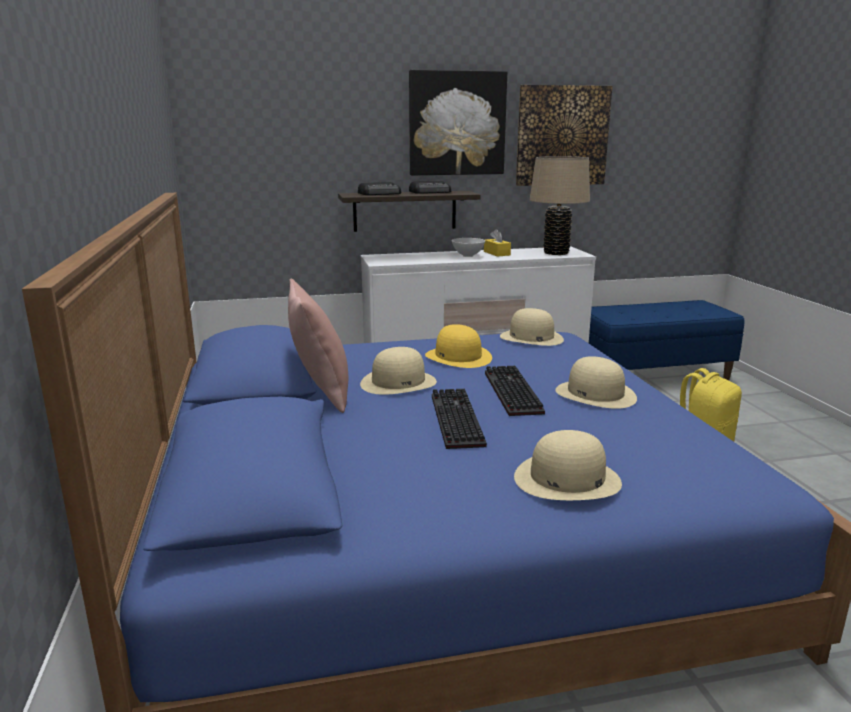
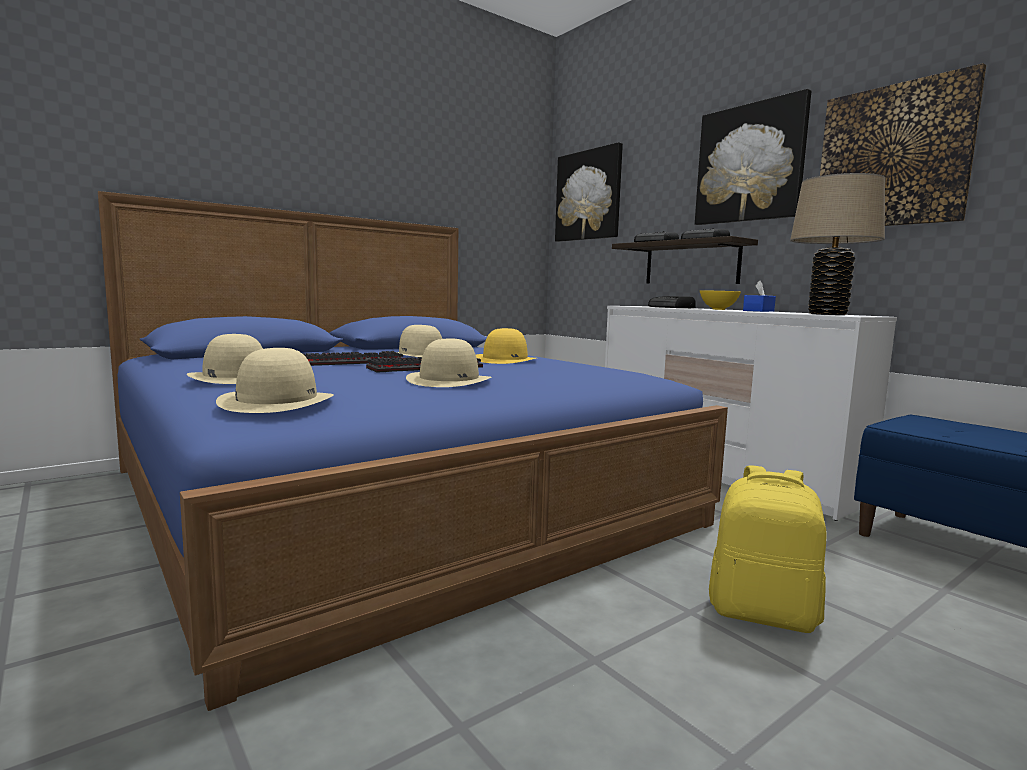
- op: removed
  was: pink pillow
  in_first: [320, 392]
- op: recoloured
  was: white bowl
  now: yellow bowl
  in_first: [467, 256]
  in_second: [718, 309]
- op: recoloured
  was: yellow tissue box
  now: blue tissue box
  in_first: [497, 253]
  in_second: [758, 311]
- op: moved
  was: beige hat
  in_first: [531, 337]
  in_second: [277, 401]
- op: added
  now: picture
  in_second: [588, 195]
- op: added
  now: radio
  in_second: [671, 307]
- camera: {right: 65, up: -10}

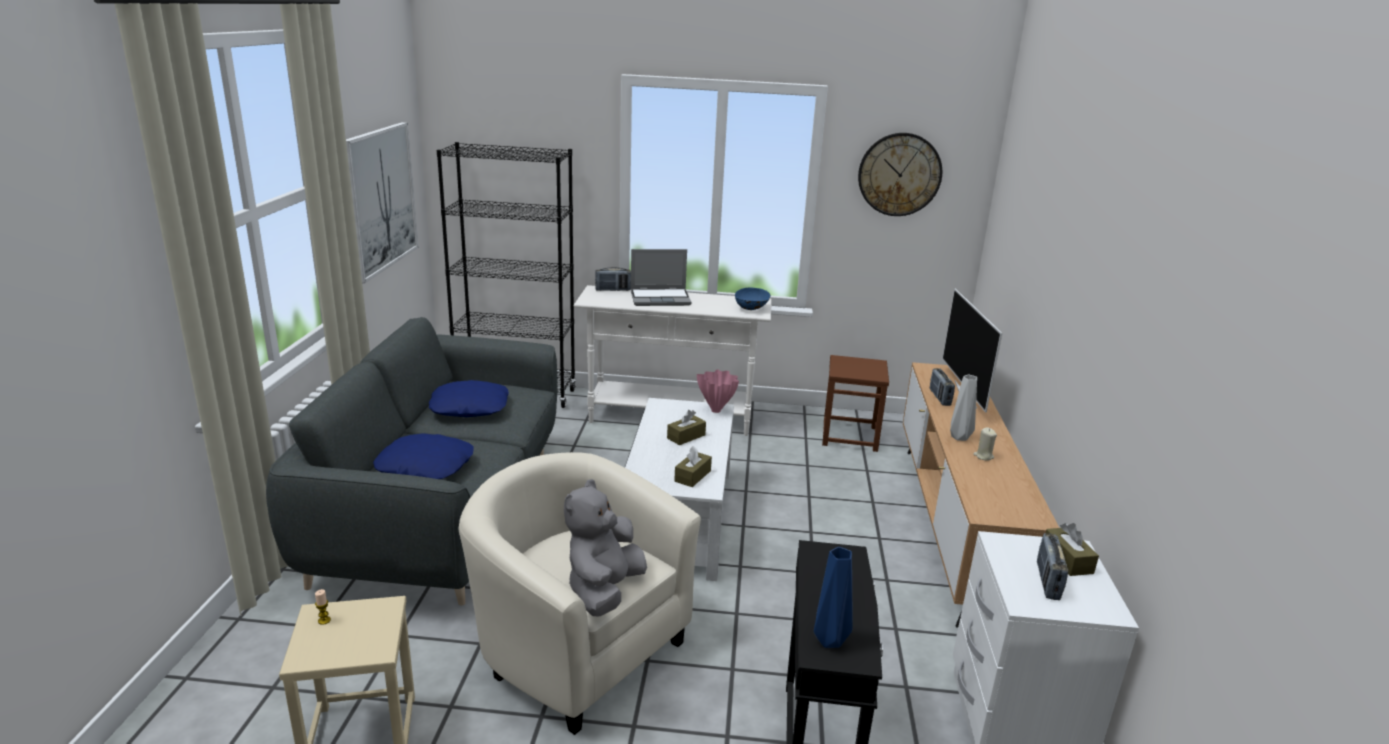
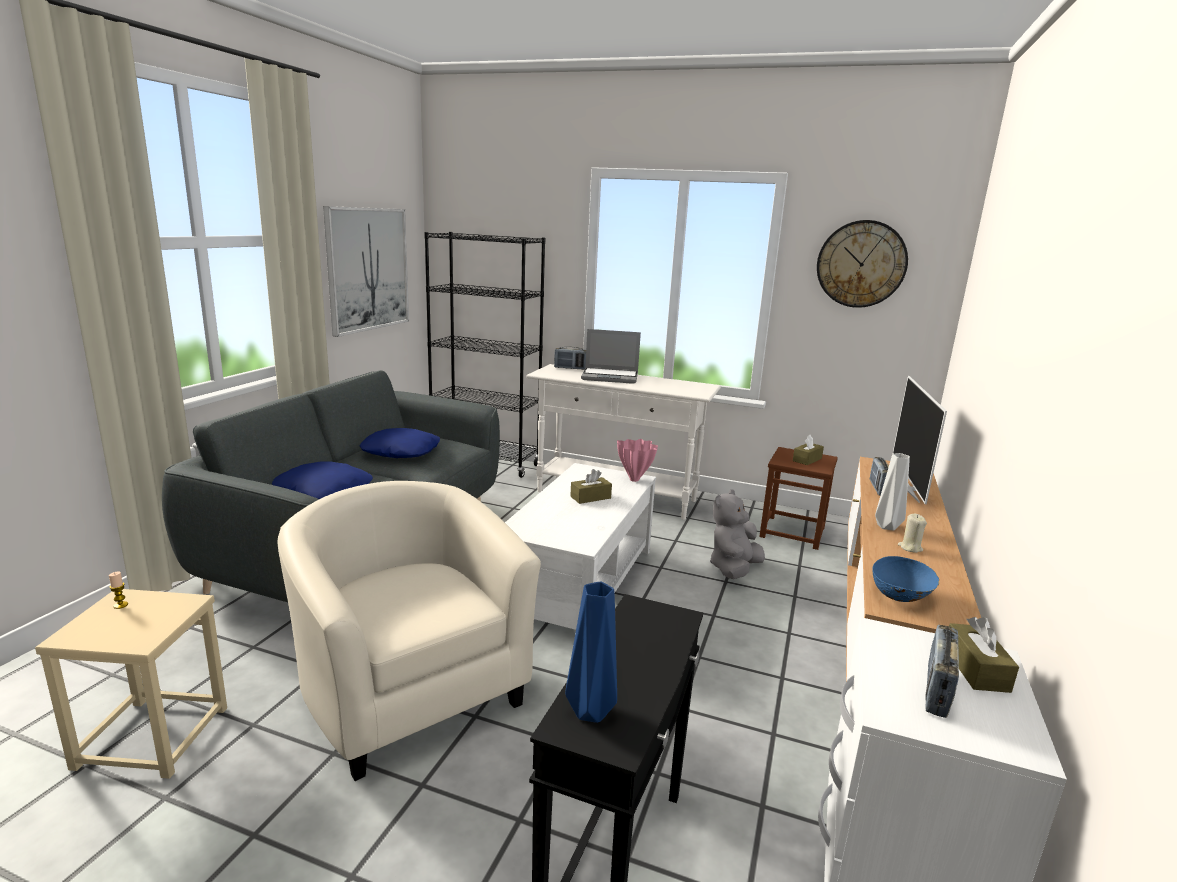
- op: moved
  was: grey plush toy
  in_first: [604, 591]
  in_second: [733, 569]
- op: moved
  was: brown tissue box
  in_first: [692, 476]
  in_second: [807, 459]
- op: moved
  was: blue bowl
  in_first: [751, 308]
  in_second: [900, 596]
- camera: {right: 15, up: -5}

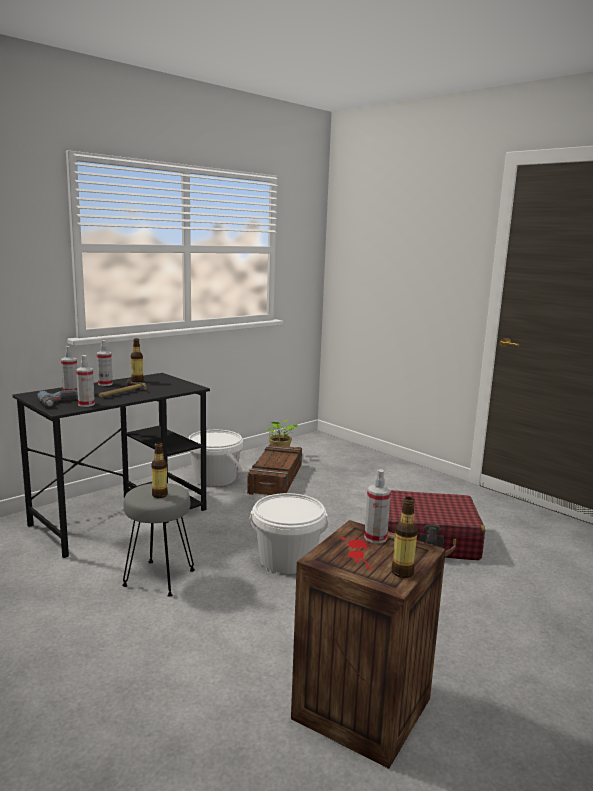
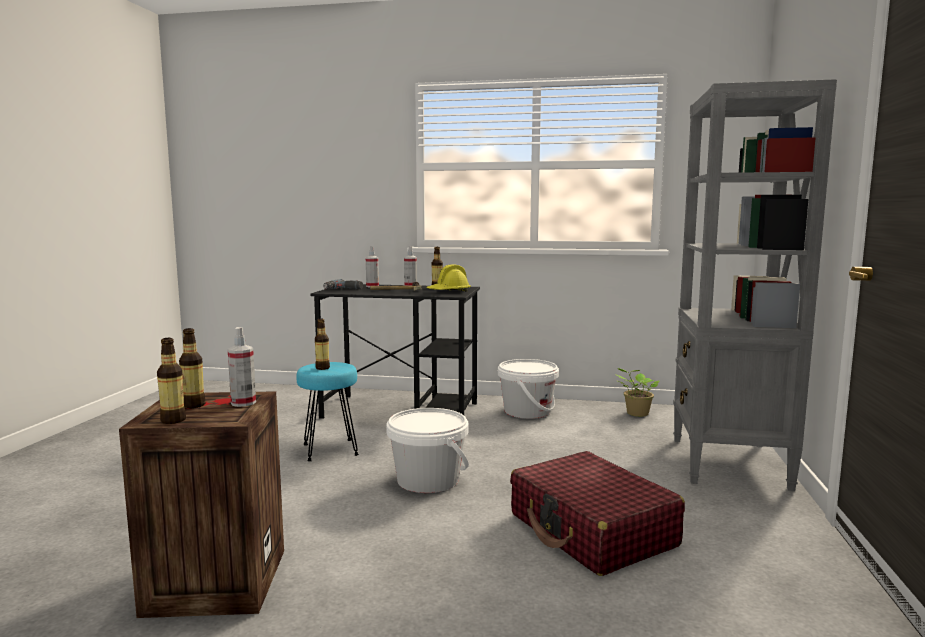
- op: removed
  was: spray bottle
  in_first: [86, 404]
- op: recoloured
  was: grey stool
  now: turquoise stool
  in_first: [158, 578]
  in_second: [329, 450]
- op: removed
  was: crate
  in_first: [276, 479]
- op: added
  now: bottle
  in_second: [194, 405]
- op: added
  now: yellow hard hat
  in_second: [448, 292]
- op: added
  now: grey bookcase
  in_second: [728, 463]
- camera: {right: 55, up: -5}

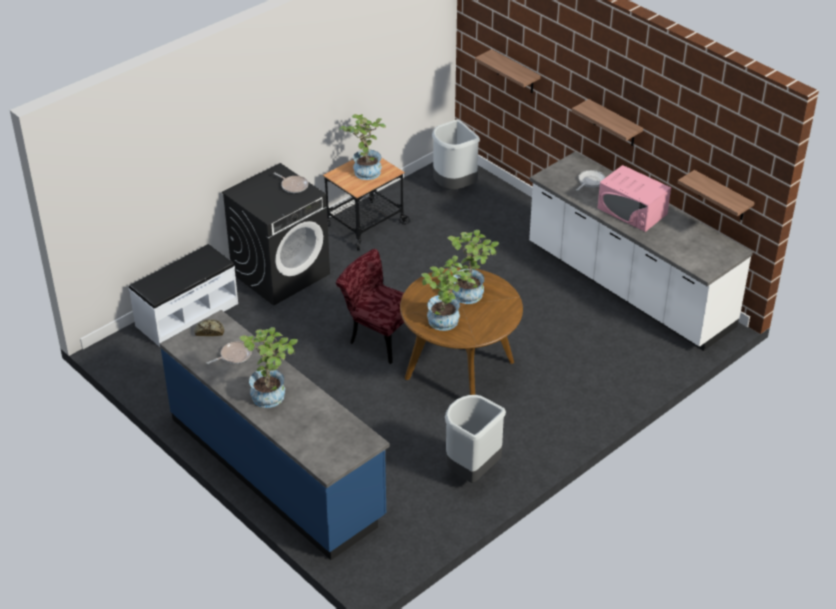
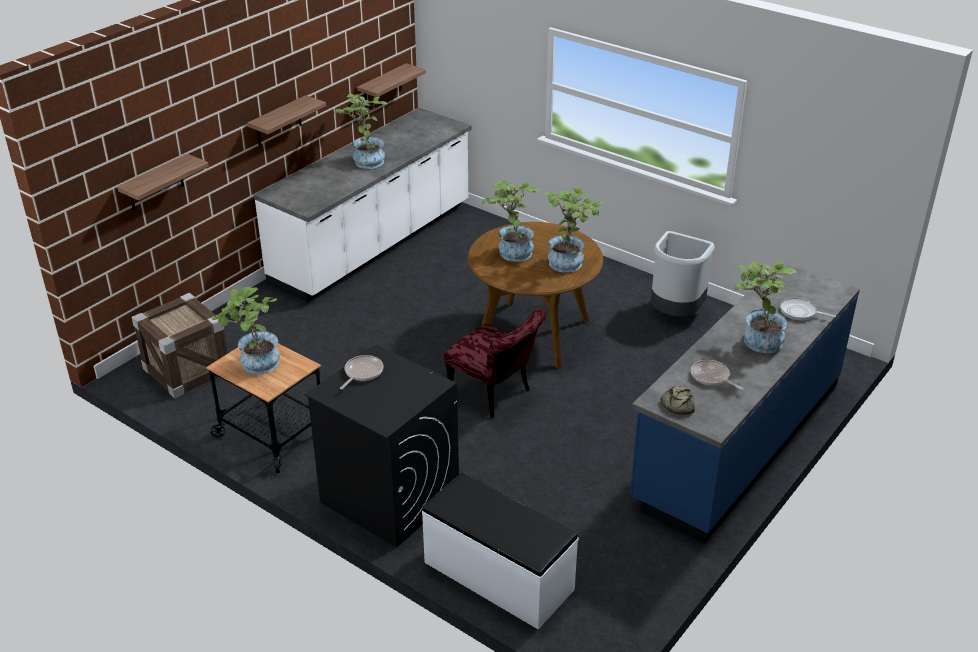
- op: turned
  was: red chair
  in_first: [378, 336]
  in_second: [495, 395]
  clockwise: -75
- op: replaced
  was: grey trash can
  now: crate
  in_first: [453, 187]
  in_second: [187, 370]
- op: moved
  was: frying pan
  in_first: [590, 181]
  in_second: [800, 312]
- op: replaced
  was: pink microwave
  now: potted plant
  in_first: [632, 211]
  in_second: [365, 160]
- camera: {right: -100, up: -5}

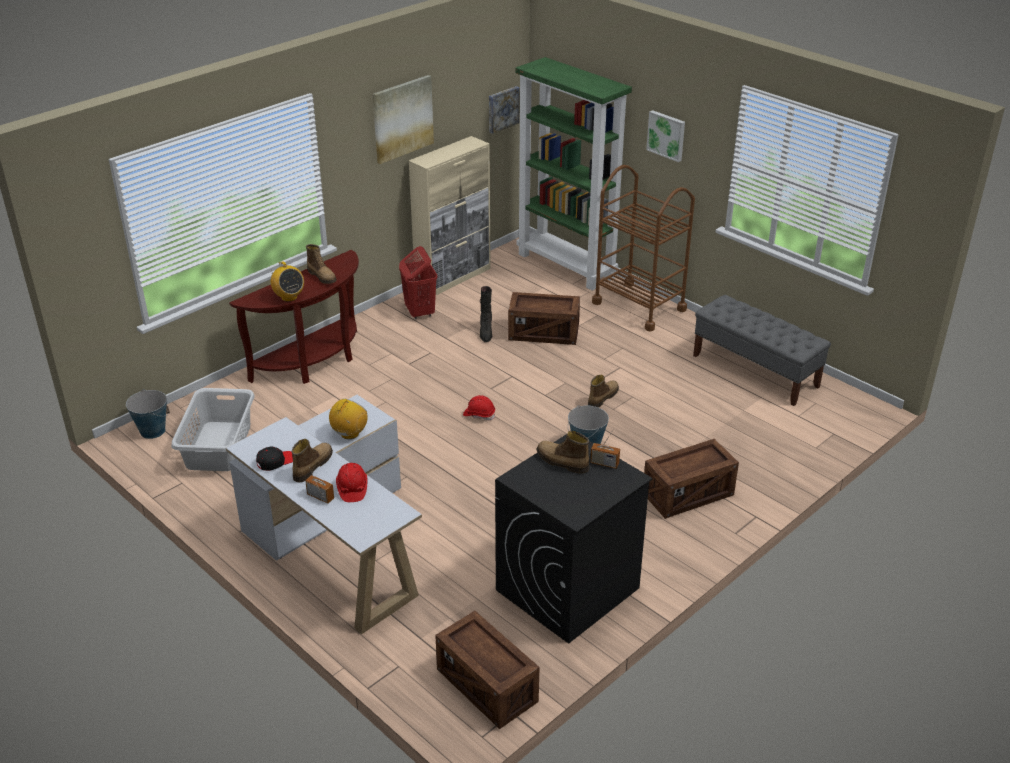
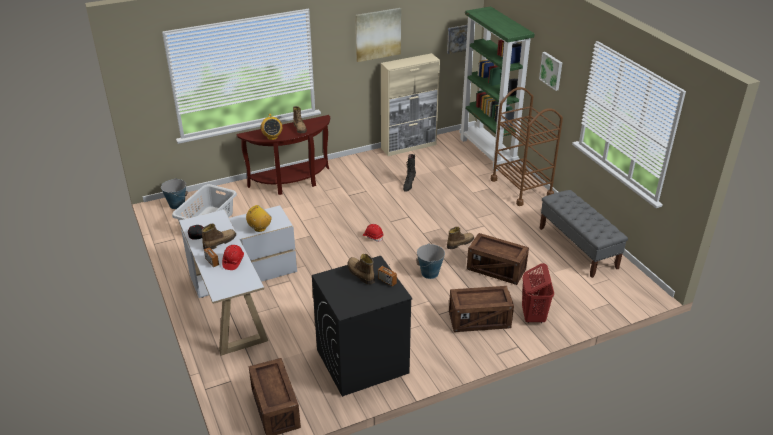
- op: moved
  was: red laundry basket
  in_first: [419, 312]
  in_second: [533, 316]
- op: moved
  was: crate
  in_first: [543, 333]
  in_second: [496, 269]
- camera: {right: 20, up: 0}

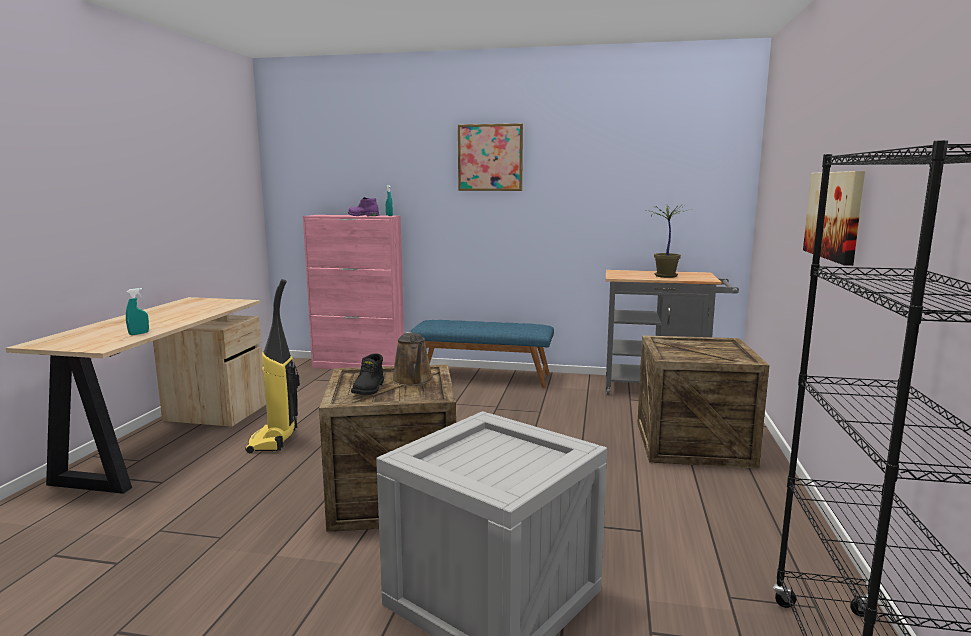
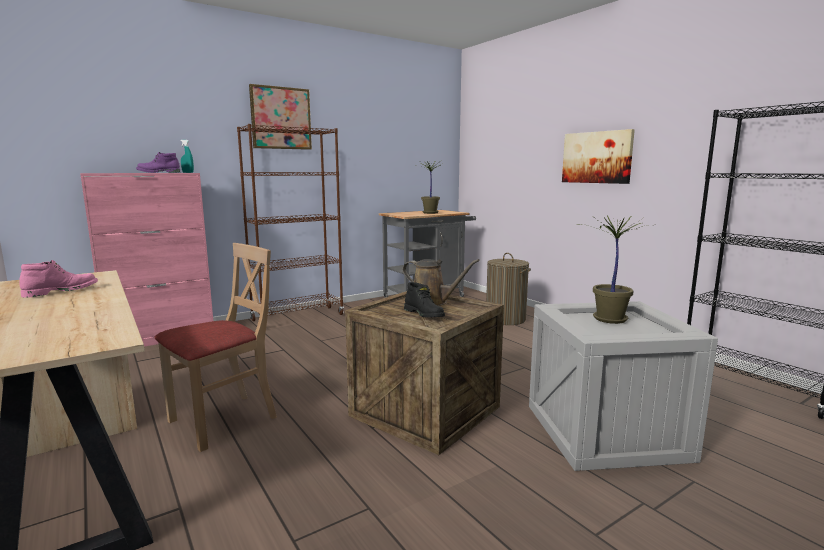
- op: removed
  was: turquoise spray bottle
  in_first: [139, 333]
- op: replaced
  was: vacuum cleaner
  now: beige chair
  in_first: [274, 441]
  in_second: [223, 420]
- op: replaced
  was: blue bench
  now: brown bookcase
  in_first: [482, 376]
  in_second: [298, 317]
- op: replaced
  was: crate
  now: laundry basket
  in_first: [693, 444]
  in_second: [505, 319]
- op: added
  now: pink boot
  in_second: [61, 291]
- op: added
  now: potted plant
  in_second: [608, 319]
- camera: {right: -45, up: 0}

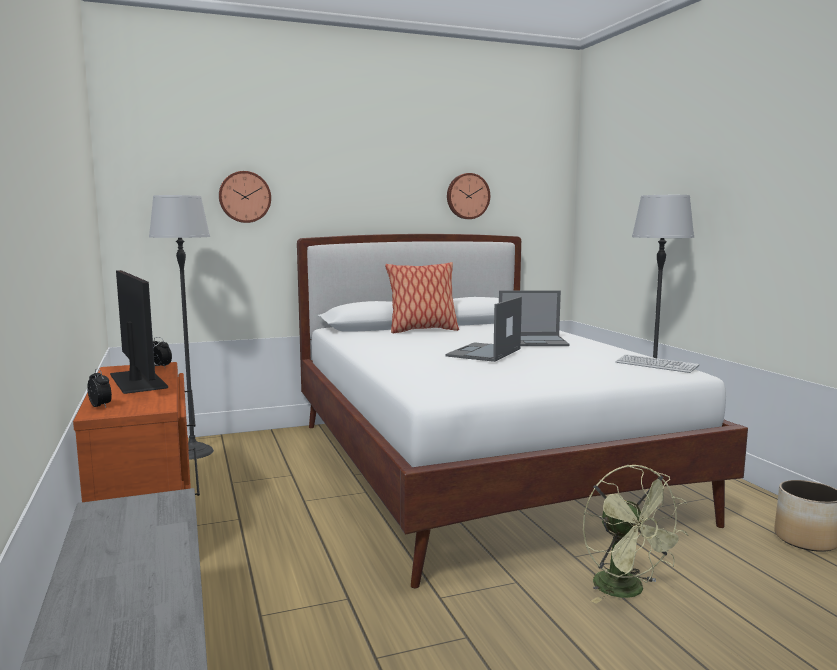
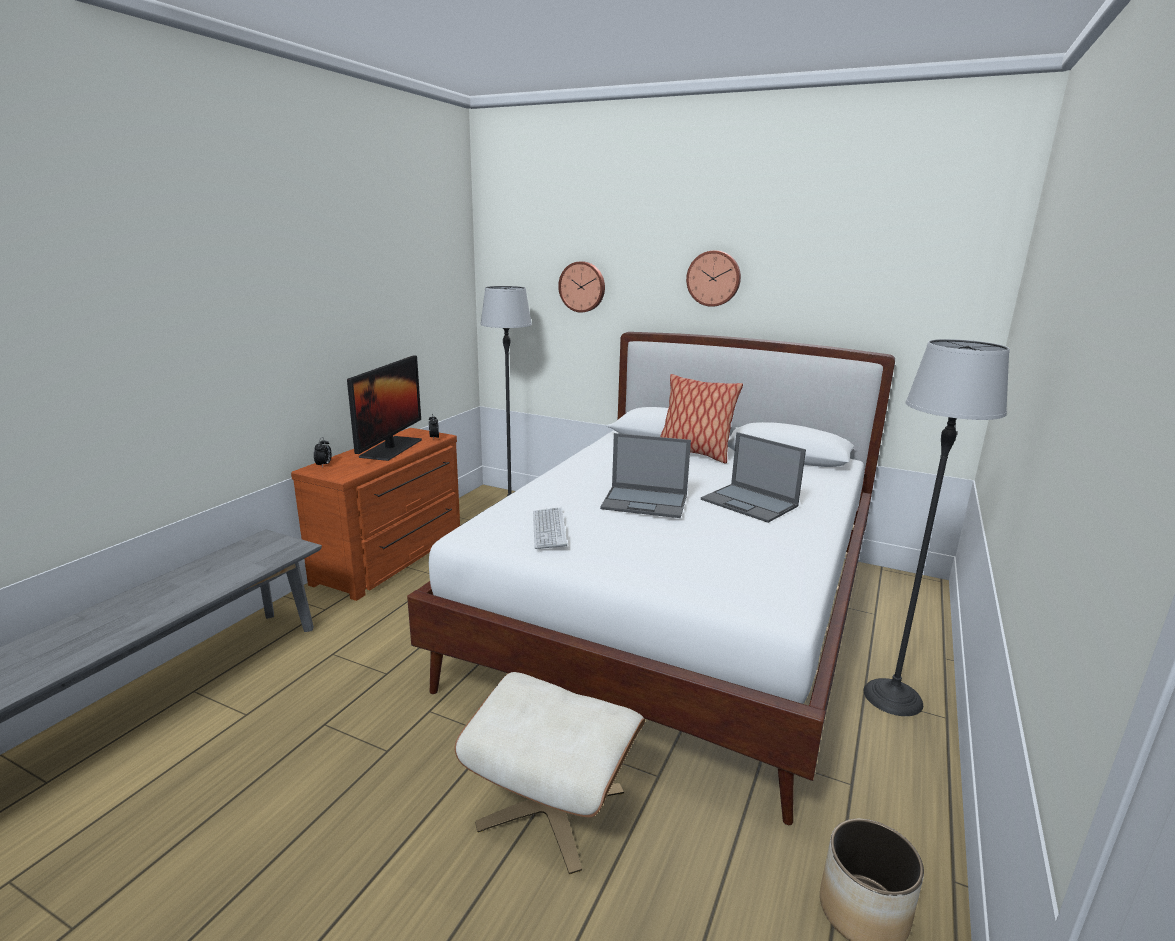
- op: turned
  was: laptop
  in_first: [484, 353]
  in_second: [646, 502]
  clockwise: -150
- op: moved
  was: wall clock
  in_first: [467, 196]
  in_second: [714, 278]
- op: replaced
  was: green fan
  now: beige ottoman
  in_first: [627, 591]
  in_second: [552, 807]
- op: moved
  was: keyboard
  in_first: [656, 365]
  in_second: [549, 529]
- camera: {right: 45, up: 10}

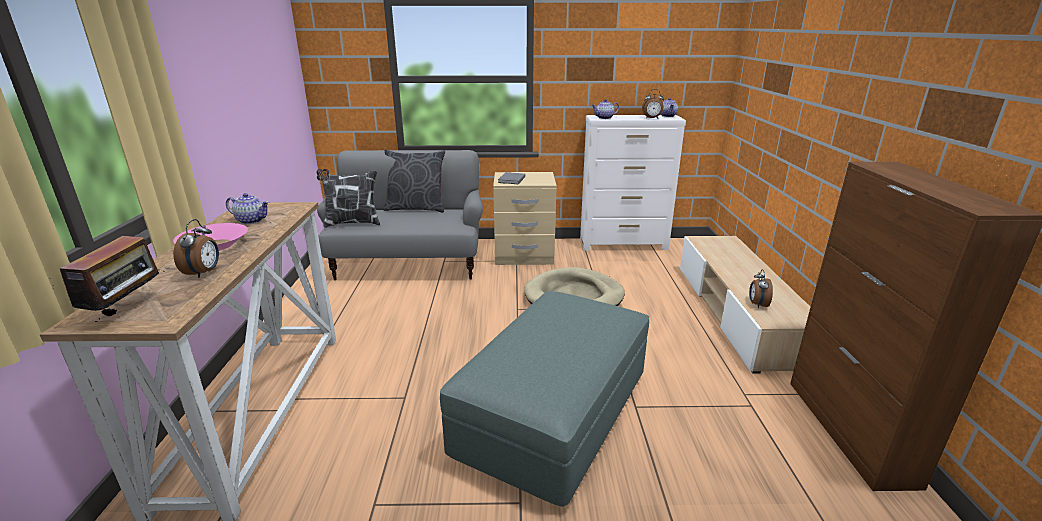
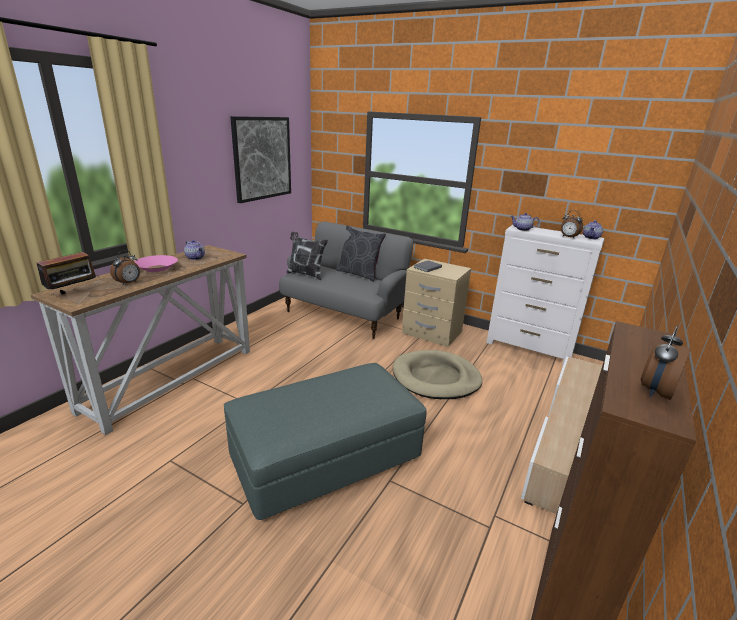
- op: moved
  was: alarm clock
  in_first: [757, 304]
  in_second: [654, 391]
- op: added
  now: picture
  in_second: [262, 158]
- camera: {right: 30, up: 0}

